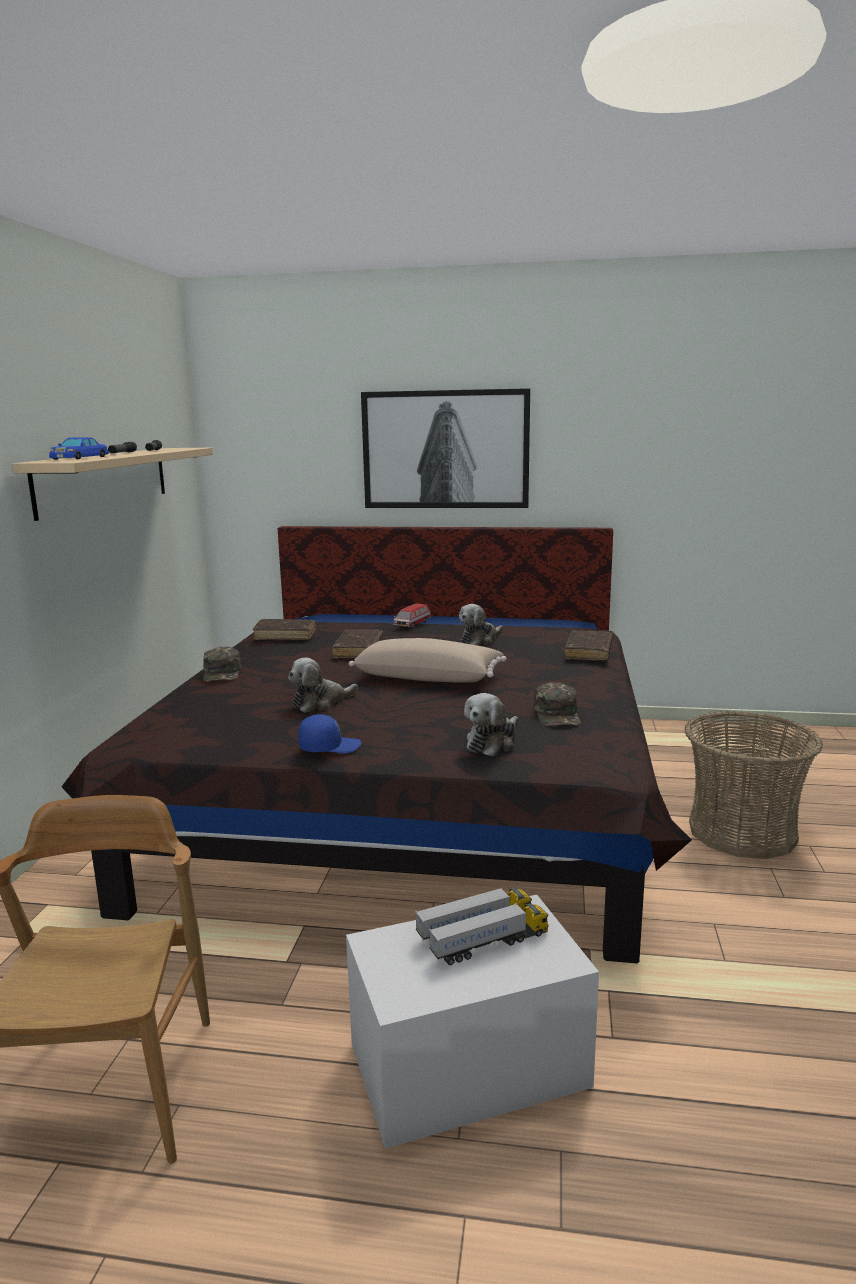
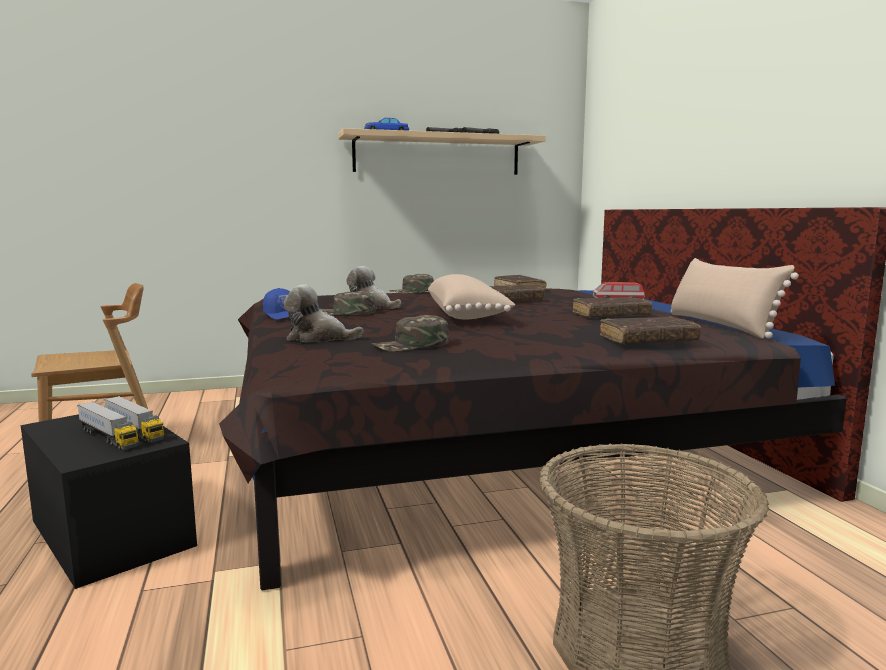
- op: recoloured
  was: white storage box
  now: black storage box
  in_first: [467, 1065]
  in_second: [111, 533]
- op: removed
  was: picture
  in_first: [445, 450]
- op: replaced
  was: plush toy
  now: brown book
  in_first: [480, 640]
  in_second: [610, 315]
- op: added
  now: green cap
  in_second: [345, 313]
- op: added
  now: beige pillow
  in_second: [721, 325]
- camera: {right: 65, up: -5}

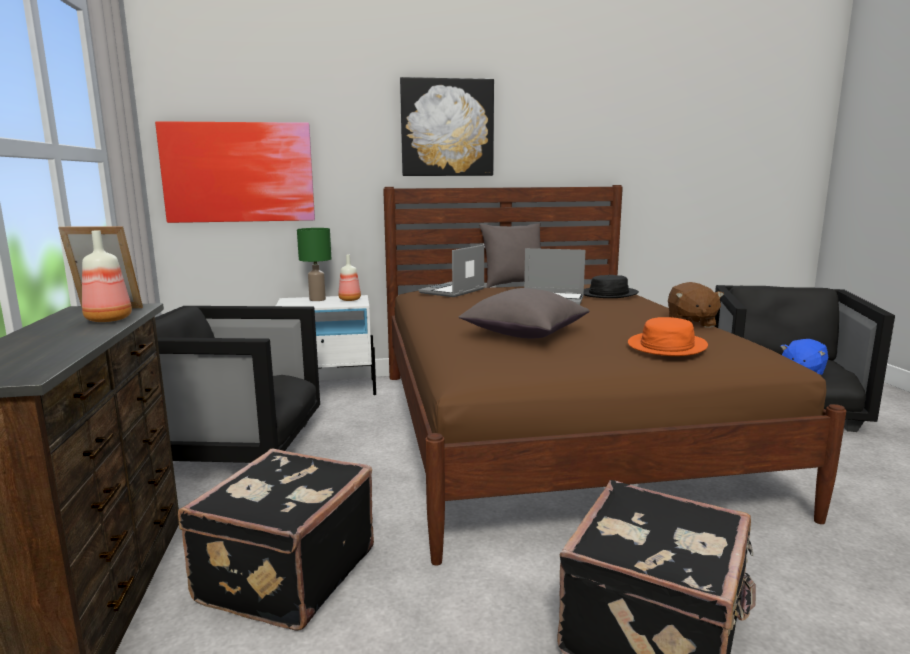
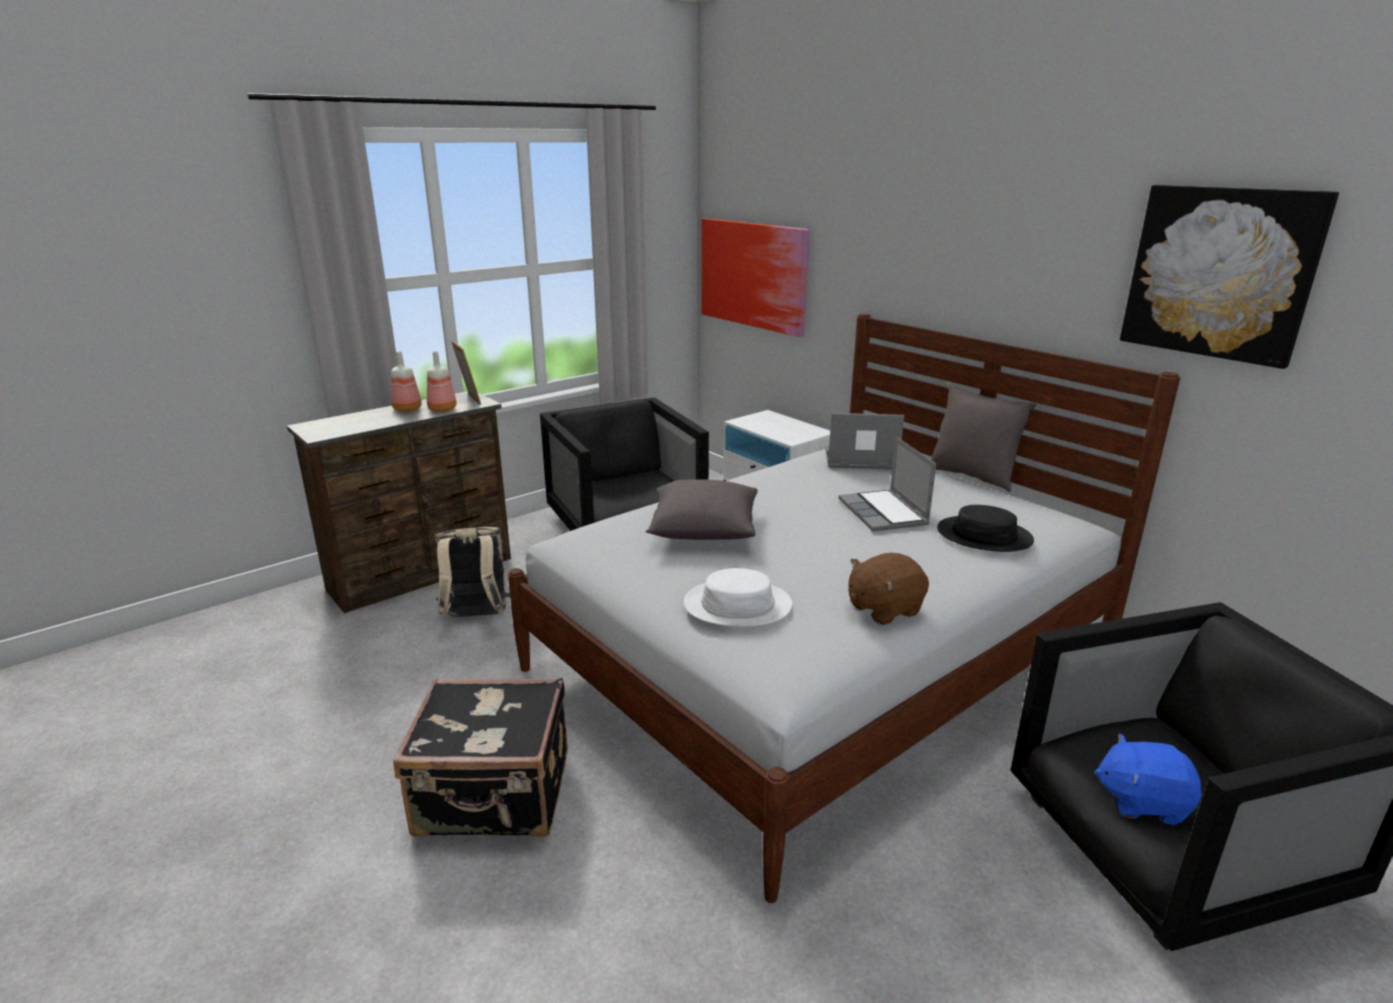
- op: replaced
  was: black suitcase
  now: beige backpack
  in_first: [284, 574]
  in_second: [476, 618]
- op: removed
  was: green table lamp
  in_first: [317, 299]
- op: moved
  was: bottle
  in_first: [349, 299]
  in_second: [407, 409]
- op: recoloured
  was: brown bed
  now: white bed
  in_first: [551, 431]
  in_second: [820, 660]
- op: moved
  was: picture
  in_first: [447, 128]
  in_second: [1220, 273]
- op: recoloured
  was: orange hat
  now: white hat
  in_first: [666, 346]
  in_second: [737, 605]
- camera: {right: 60, up: 10}

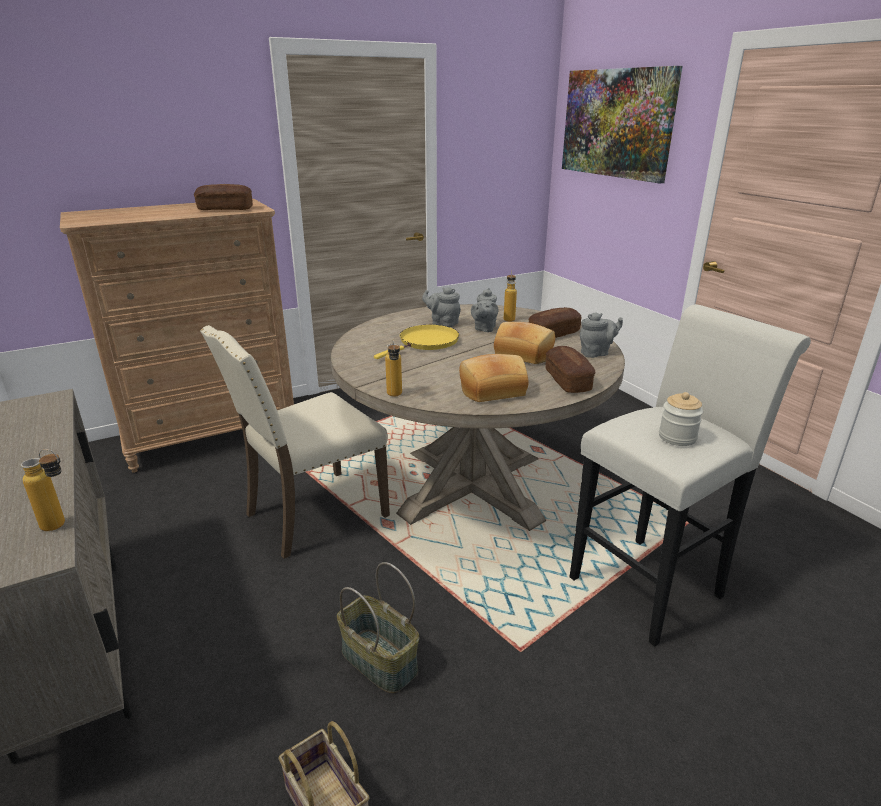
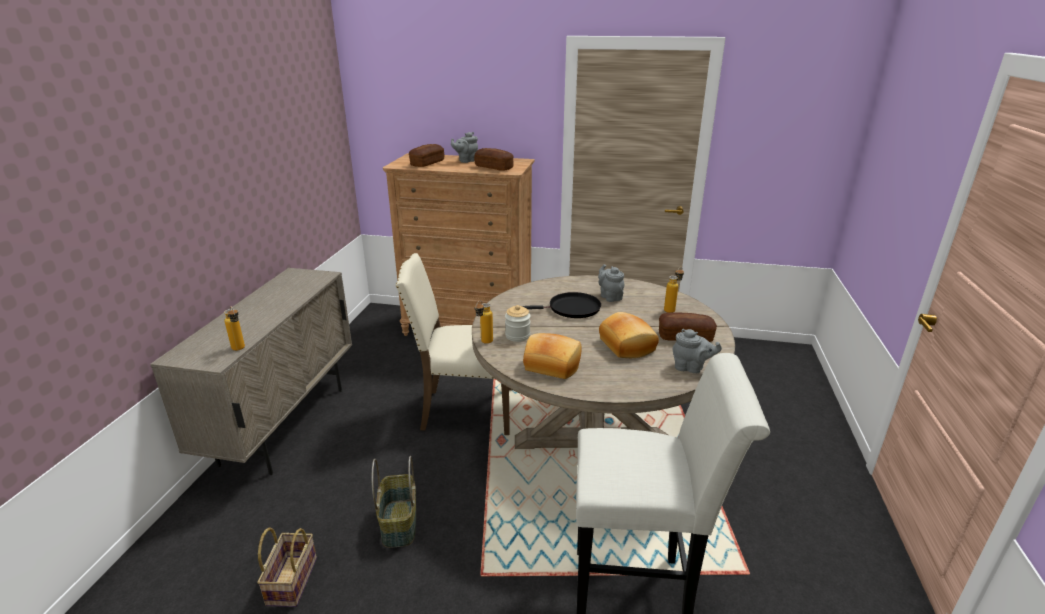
- op: recoloured
  was: yellow frying pan
  now: black frying pan
  in_first: [426, 343]
  in_second: [570, 309]
- op: moved
  was: grey teapot
  in_first: [484, 328]
  in_second: [466, 161]
- op: moved
  was: bread
  in_first: [567, 380]
  in_second: [427, 163]
- op: removed
  was: picture
  in_first: [616, 123]
- op: moved
  was: jar
  in_first: [677, 437]
  in_second: [517, 336]
- camera: {right: 40, up: 0}

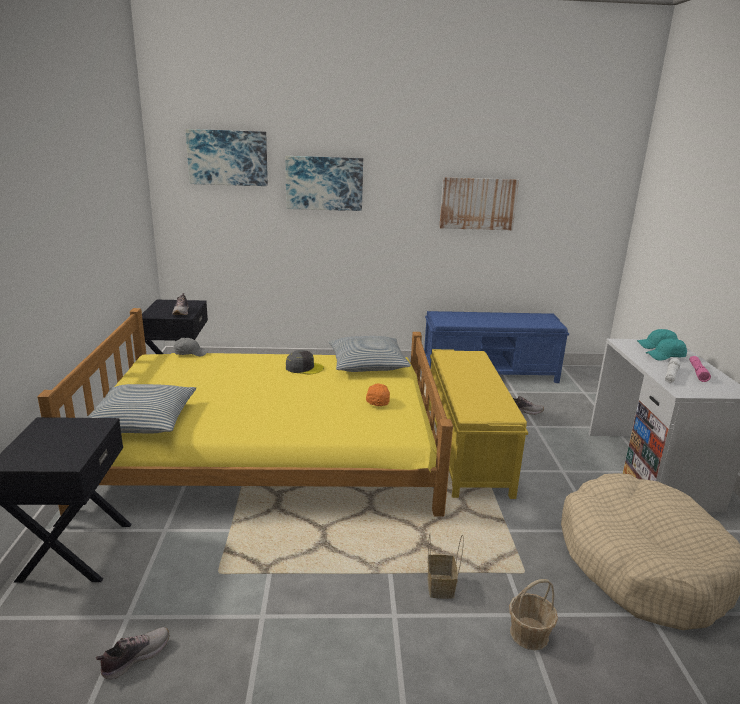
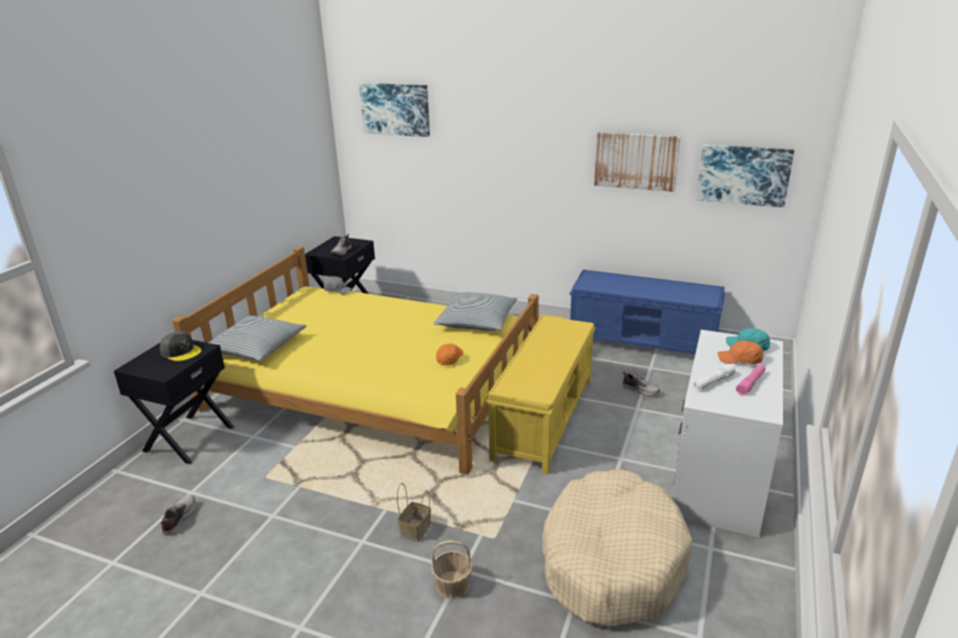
- op: turned
  was: shoe
  in_first: [135, 657]
  in_second: [178, 519]
  clockwise: -60
- op: moved
  was: picture
  in_first: [324, 183]
  in_second: [743, 175]
- op: moved
  was: grey cap
  in_first: [304, 368]
  in_second: [181, 351]
- op: recoloured
  was: turquoise cap
  now: orange cap
  in_first: [666, 357]
  in_second: [740, 360]
- camera: {right: 25, up: 5}

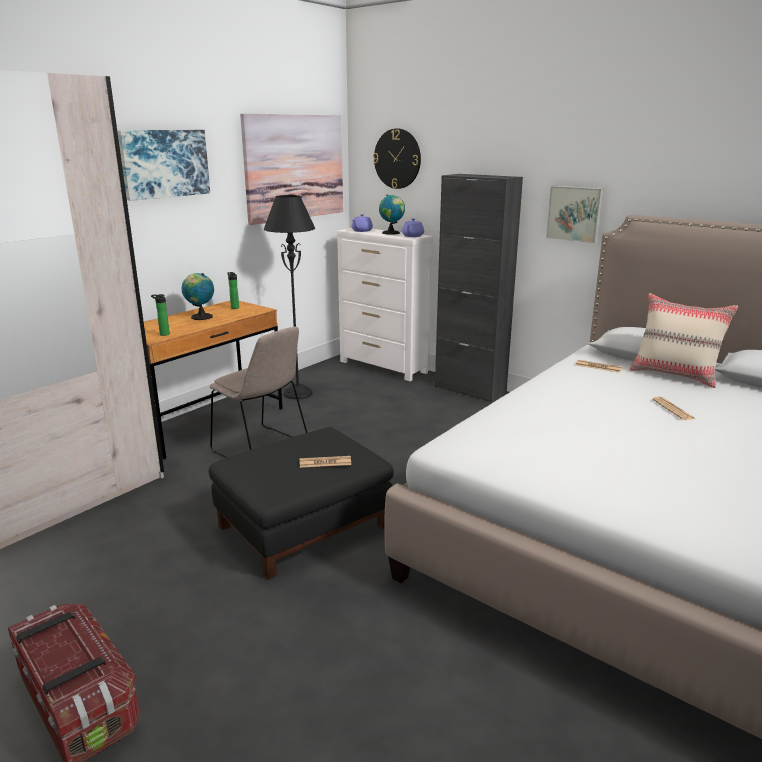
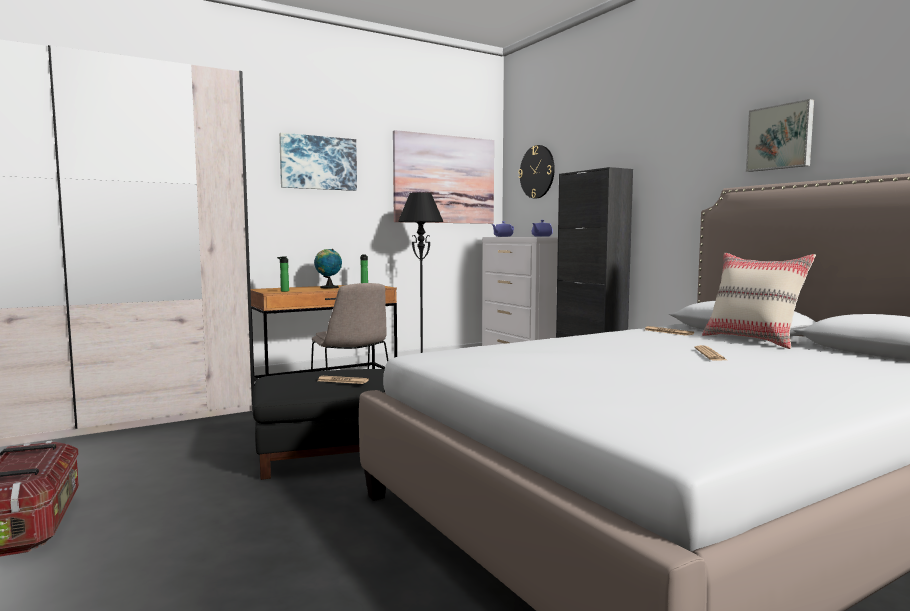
- op: removed
  was: globe
  in_first: [392, 233]
- op: moved
  was: picture
  in_first: [575, 213]
  in_second: [780, 137]
- camera: {right: 20, up: -15}

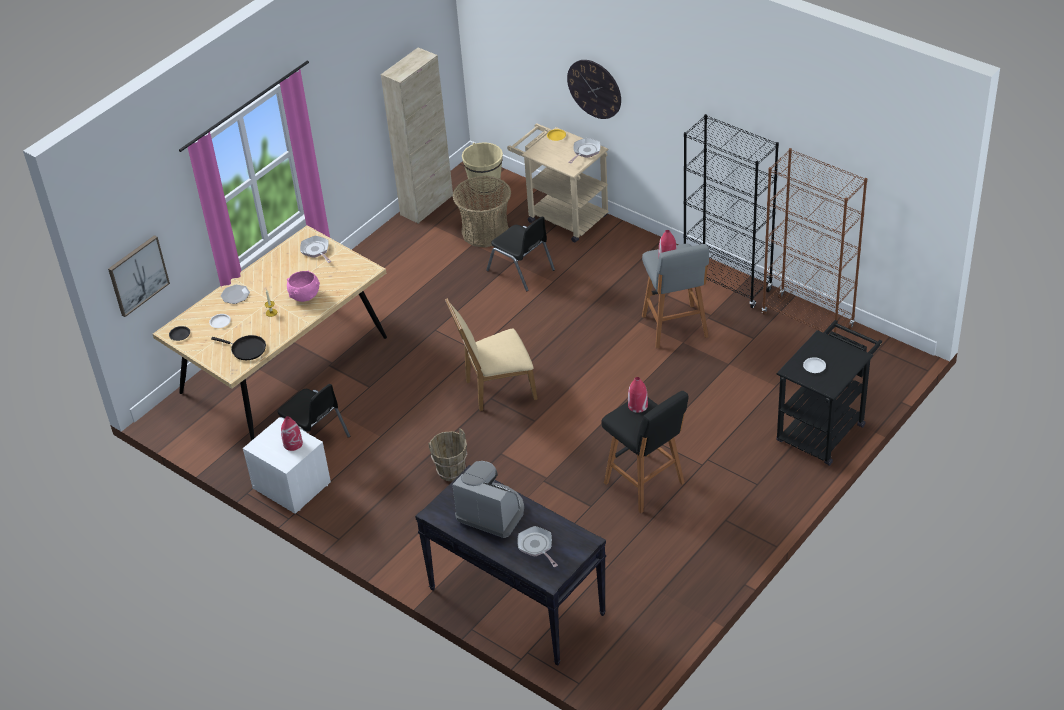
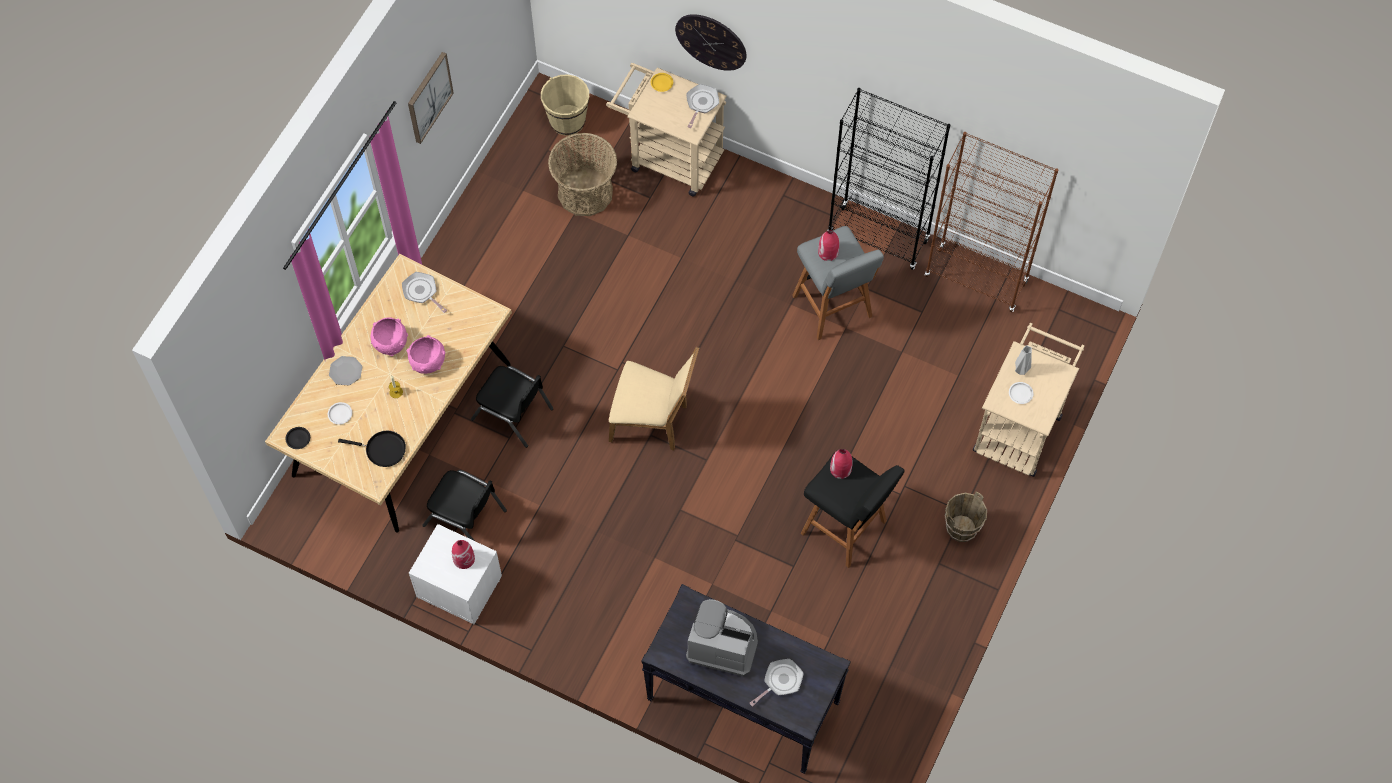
- op: moved
  was: picture
  in_first: [138, 275]
  in_second: [429, 97]
- op: removed
  was: beige cabinet
  in_first: [427, 205]
- op: moved
  was: brown bucket
  in_first: [451, 472]
  in_second: [961, 529]
- op: turned
  was: beige chair
  in_first: [496, 389]
  in_second: [653, 421]
  clockwise: -135
- op: moved
  was: black chair
  in_first: [521, 270]
  in_second: [513, 414]
- op: turned
  was: frying pan
  in_first: [536, 546]
  in_second: [780, 681]
  clockwise: 90
- op: recoloured
  was: black cart
  now: beige cart
  in_first: [824, 428]
  in_second: [1020, 426]
- op: added
  now: pink bowl
  in_second: [390, 344]
- op: added
  now: grey vase
  in_second: [1022, 370]
- camera: {right: -15, up: 20}

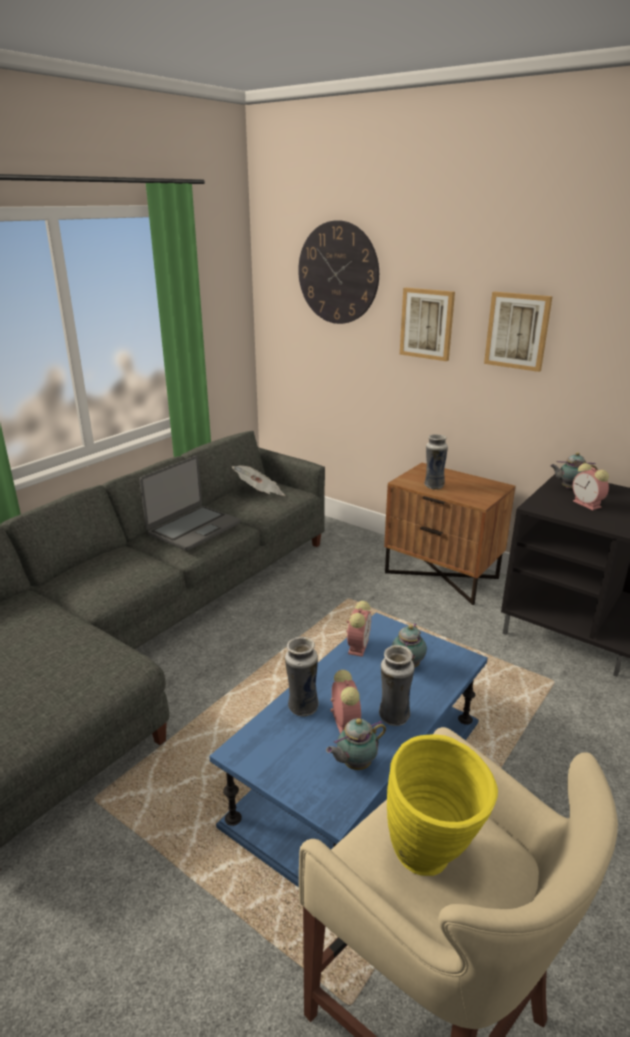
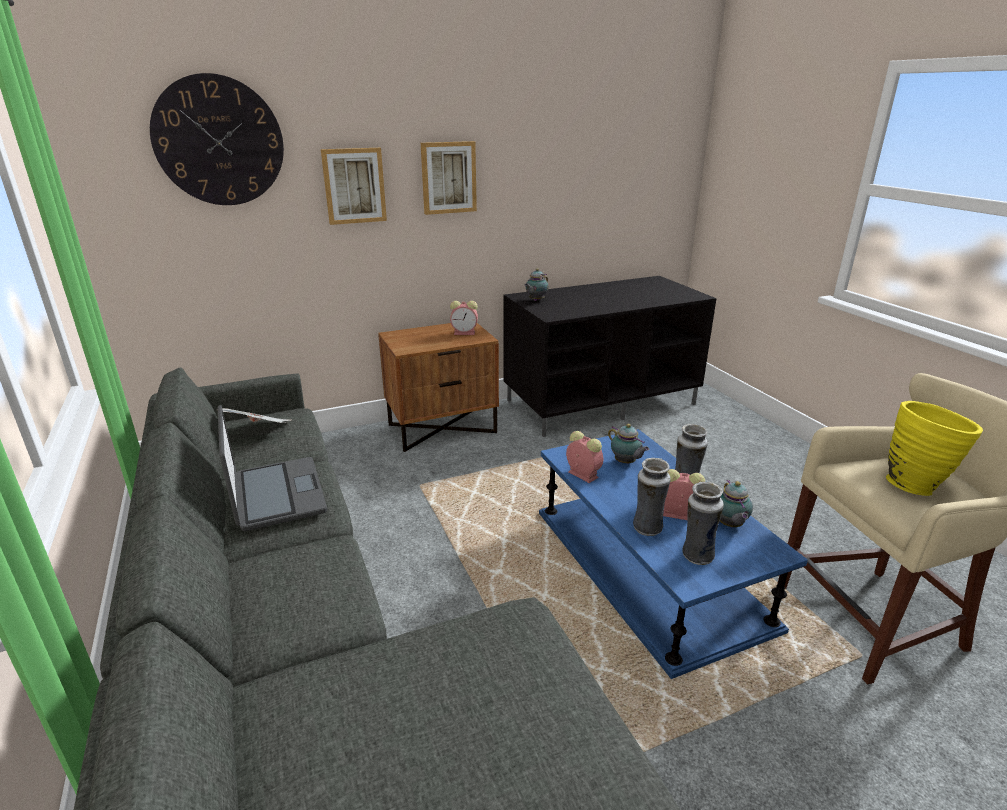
- op: moved
  was: vase
  in_first: [433, 486]
  in_second: [696, 556]
- op: moved
  was: alarm clock
  in_first: [588, 504]
  in_second: [465, 333]
- camera: {right: -60, up: 0}

